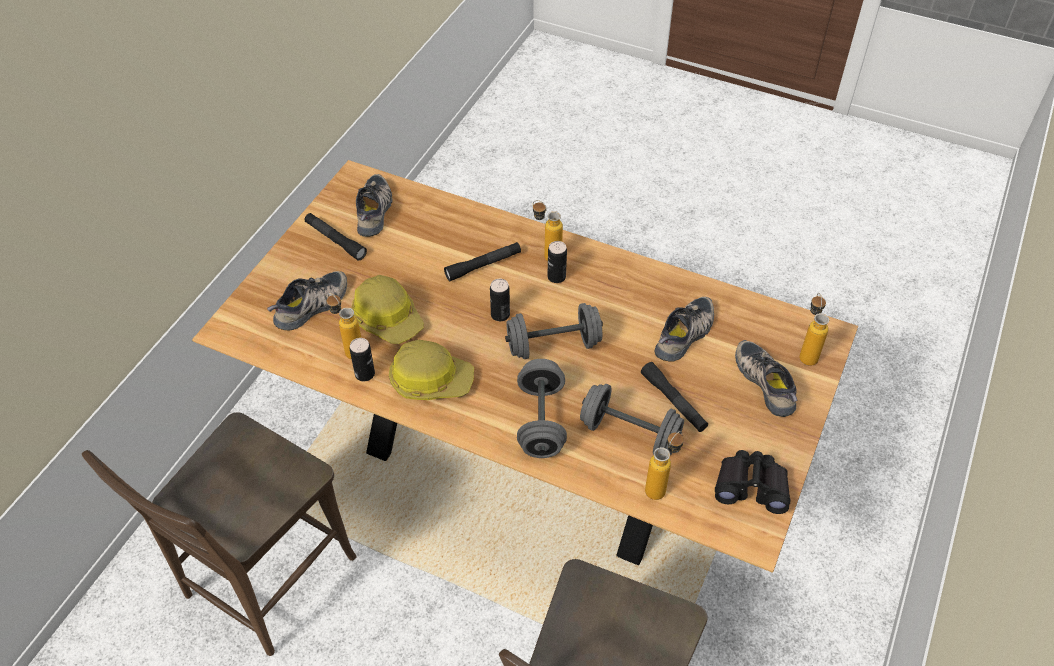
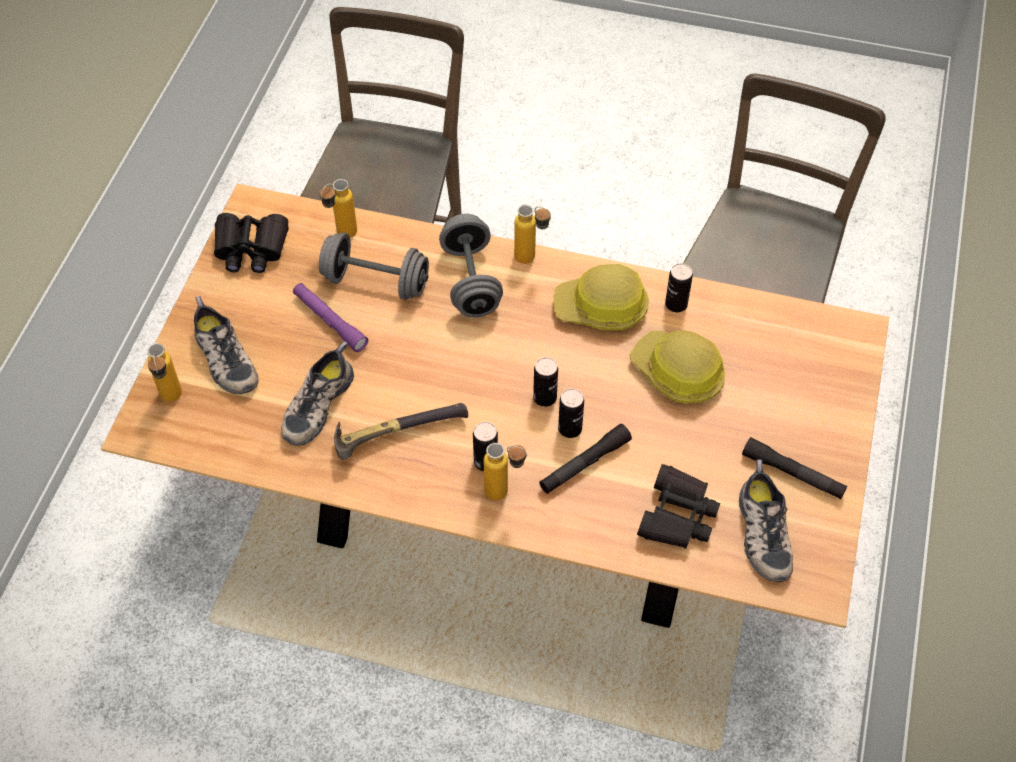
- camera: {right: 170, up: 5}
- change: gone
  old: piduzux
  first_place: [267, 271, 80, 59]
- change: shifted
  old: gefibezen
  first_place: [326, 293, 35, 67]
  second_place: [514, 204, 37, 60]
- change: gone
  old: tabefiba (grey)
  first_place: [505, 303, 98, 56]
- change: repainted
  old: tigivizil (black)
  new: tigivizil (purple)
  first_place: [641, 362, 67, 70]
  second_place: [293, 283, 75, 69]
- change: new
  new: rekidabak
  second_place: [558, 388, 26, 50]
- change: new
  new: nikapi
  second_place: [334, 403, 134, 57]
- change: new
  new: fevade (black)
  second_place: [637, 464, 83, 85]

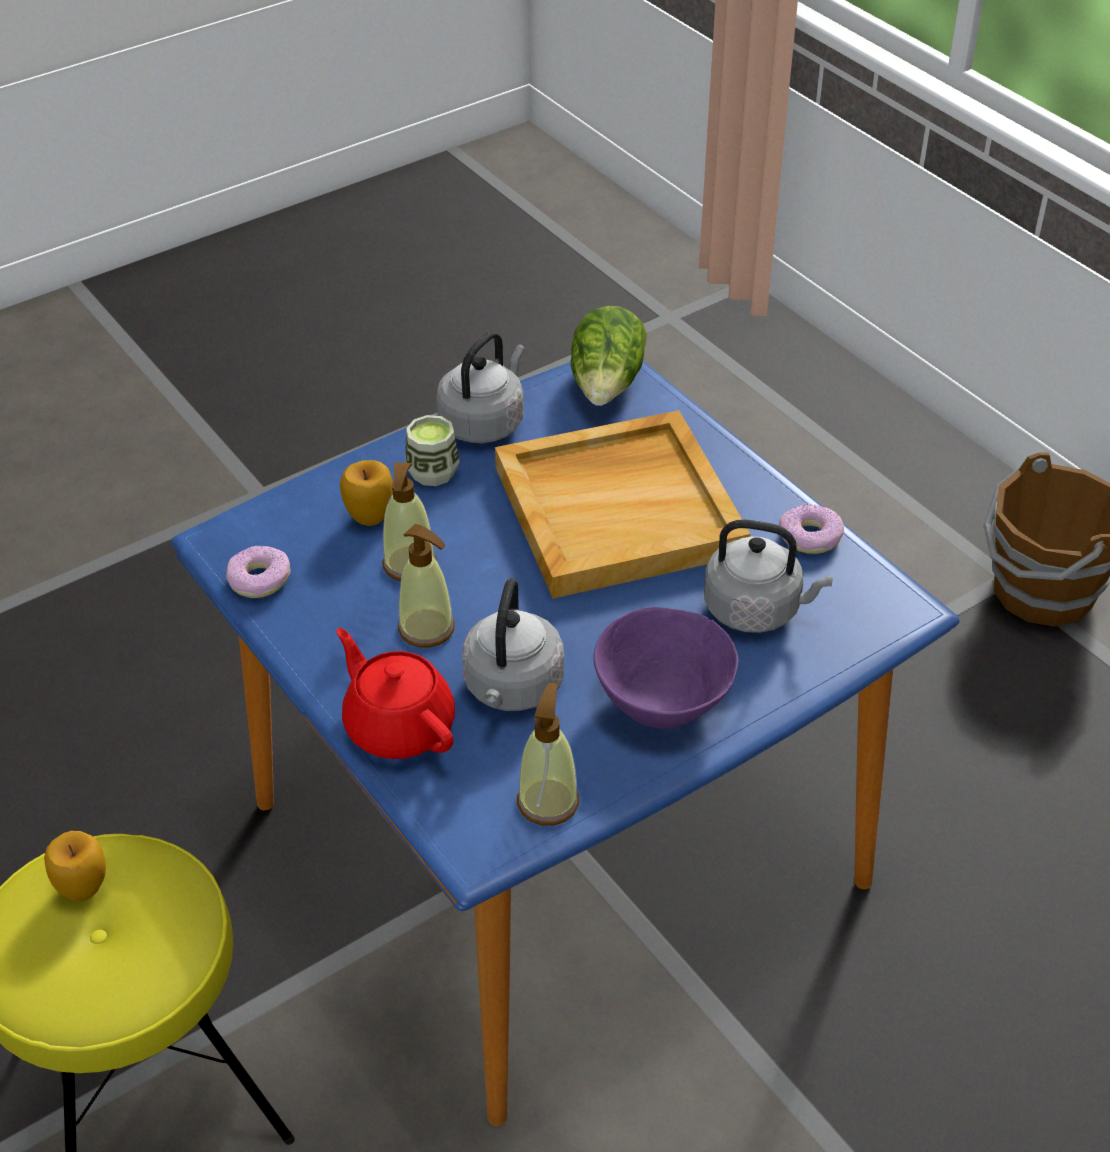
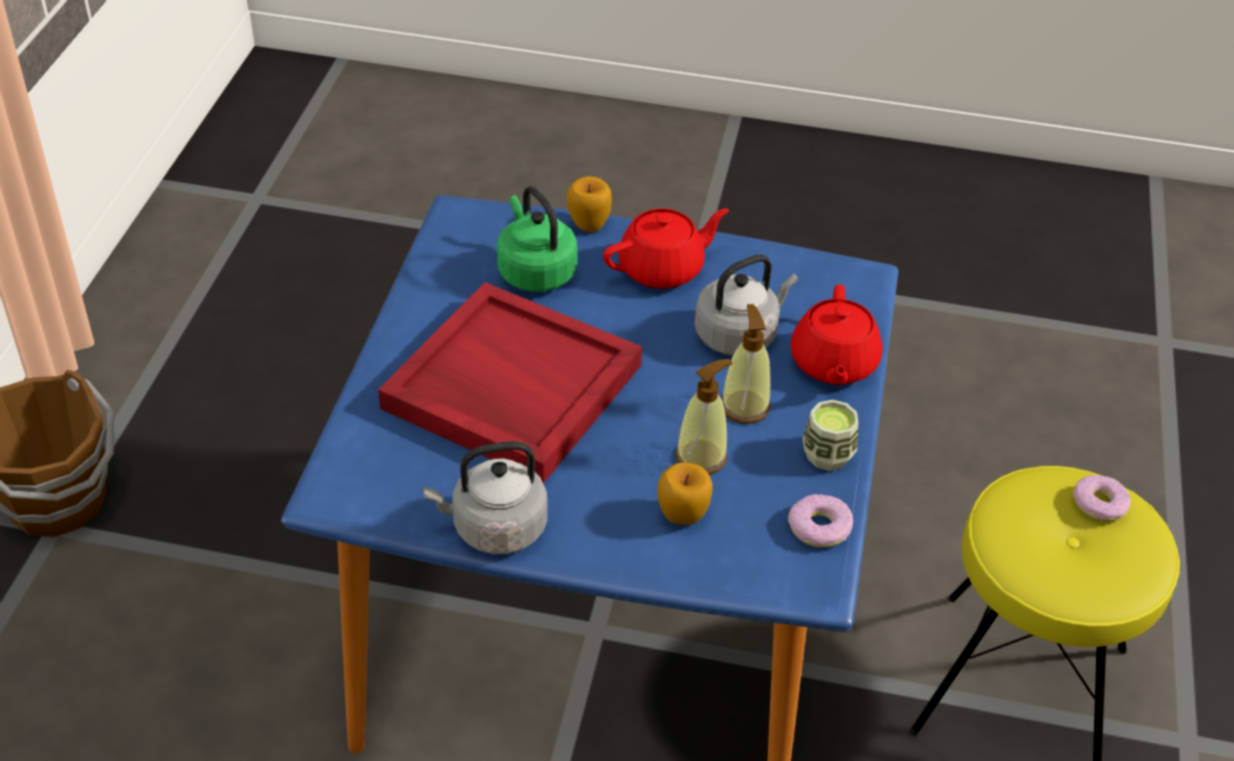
- camera: {right: -135, up: 0}
- change: gone
  old: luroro
  first_place: [571, 306, 76, 100]
- change: repainted
  old: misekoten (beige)
  new: misekoten (red)
  first_place: [495, 410, 256, 189]
  second_place: [378, 282, 264, 201]
- change: shifted
  old: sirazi
  first_place: [405, 415, 55, 71]
  second_place: [803, 400, 55, 71]
- change: shifted
  old: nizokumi
  first_place: [779, 504, 65, 50]
  second_place: [1073, 475, 58, 47]
- change: repainted
  old: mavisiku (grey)
  new: mavisiku (green)
  first_place: [704, 520, 129, 113]
  second_place: [497, 186, 80, 106]
- change: swapped
  old: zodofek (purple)
  new: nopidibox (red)
  first_place: [593, 607, 146, 122]
  second_place: [603, 209, 126, 80]
- change: gone
  old: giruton
  first_place: [517, 683, 62, 143]
- change: shifted
  old: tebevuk
  first_place: [44, 831, 62, 70]
  second_place: [567, 176, 45, 56]

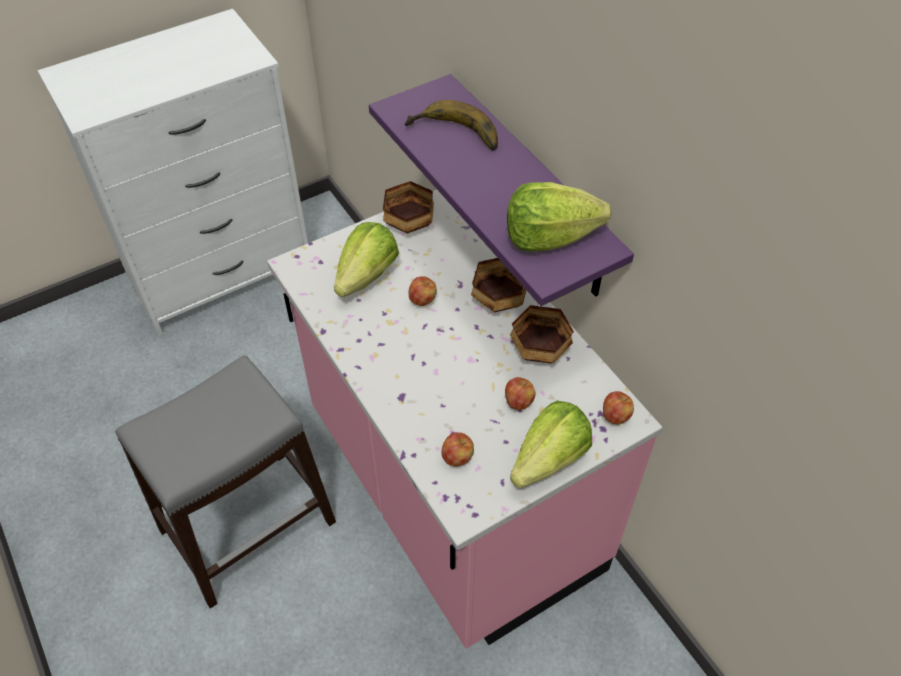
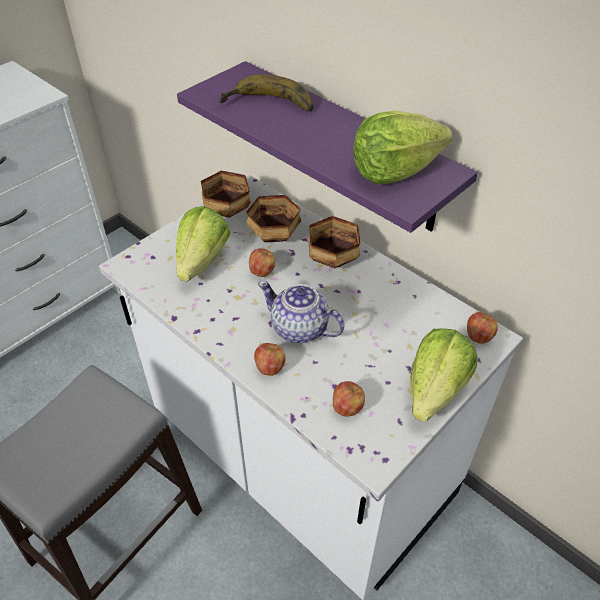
- camera: {right: -15, up: -5}
- change: repainted
  old: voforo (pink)
  new: voforo (white)
  first_place: [267, 189, 396, 460]
  second_place: [99, 175, 424, 425]
- change: shifted
  old: zodofek
  first_place: [510, 305, 64, 58]
  second_place: [246, 195, 55, 47]
- change: shifted
  old: tebevuk
  first_place: [505, 377, 30, 33]
  second_place: [254, 343, 32, 33]
- change: new
  new: nopidibox
  second_place: [258, 281, 86, 62]

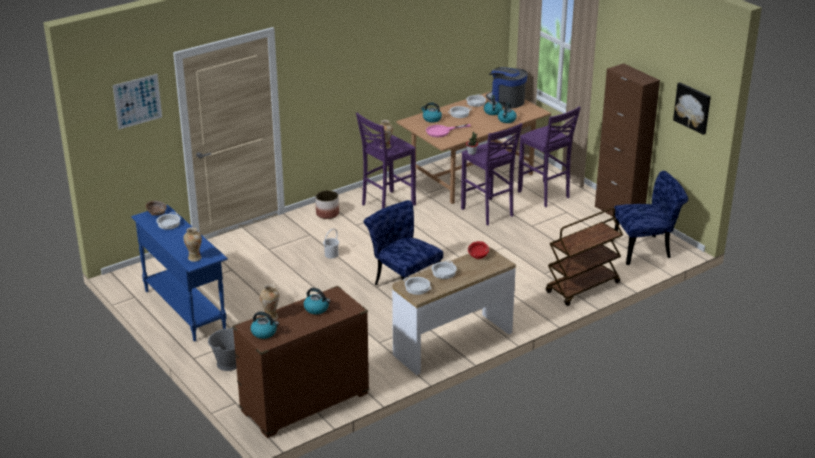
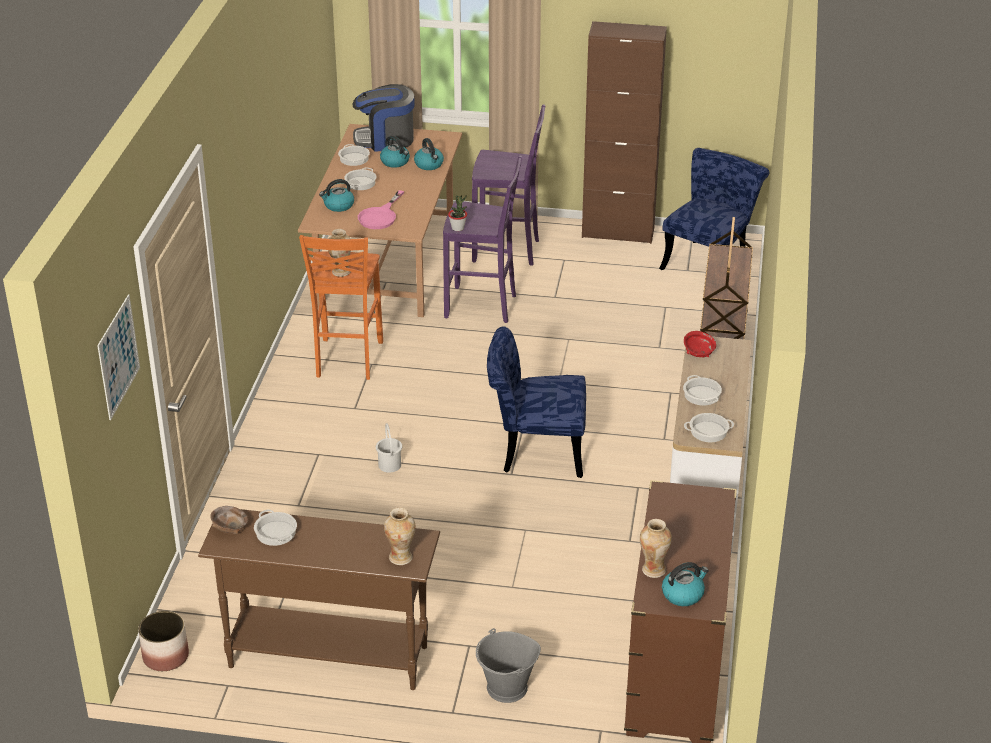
- camera: {right: -45, up: 5}
- change: gone
  old: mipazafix
  first_place: [673, 83, 38, 52]
- change: repainted
  old: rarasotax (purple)
  new: rarasotax (orange)
  first_place: [356, 112, 60, 97]
  second_place: [299, 235, 84, 145]
- change: shifted
  old: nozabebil
  first_place: [316, 190, 23, 29]
  second_place: [138, 611, 51, 60]
- change: repainted
  old: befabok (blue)
  new: befabok (brown)
  first_place: [131, 205, 97, 136]
  second_place: [198, 509, 242, 181]
- change: gone
  old: mavisiku
  first_place: [304, 288, 26, 26]

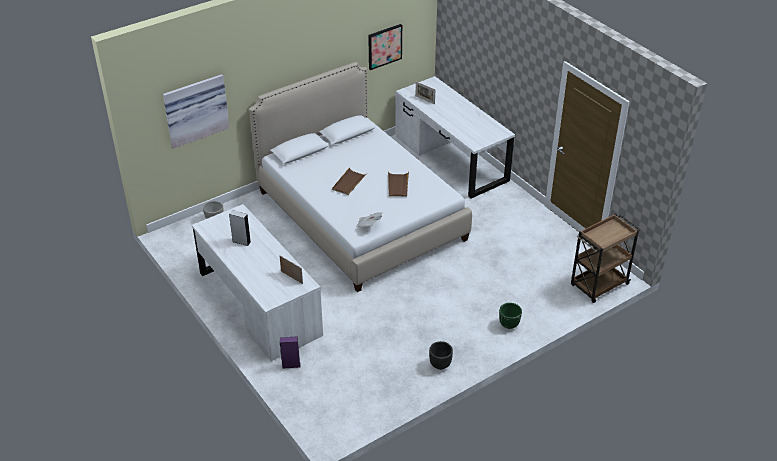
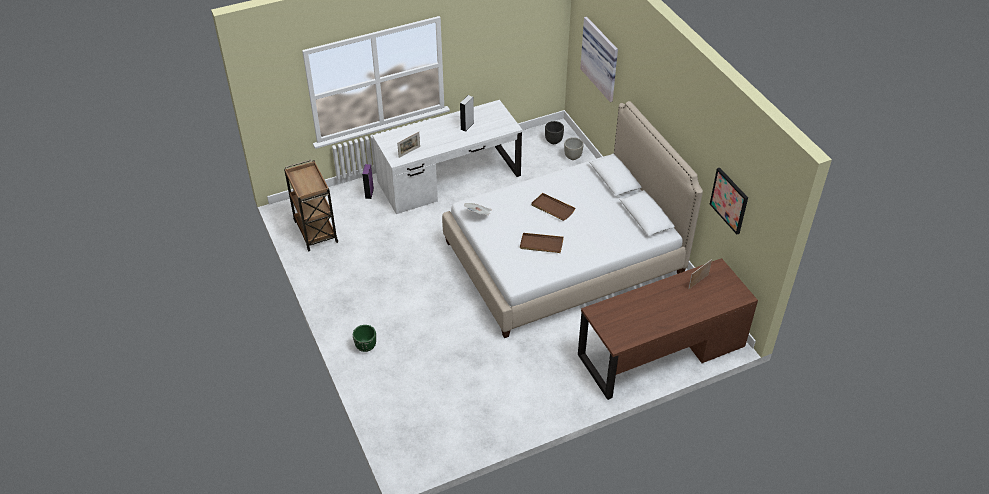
- camera: {right: 100, up: 5}
- change: repainted
  old: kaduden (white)
  new: kaduden (brown)
  first_place: [395, 76, 120, 123]
  second_place: [578, 258, 180, 142]
- change: shifted
  old: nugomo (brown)
  first_place: [571, 214, 69, 89]
  second_place: [284, 159, 54, 92]
- change: shifted
  old: nozabebil (black)
  first_place: [429, 341, 24, 29]
  second_place: [545, 121, 19, 23]

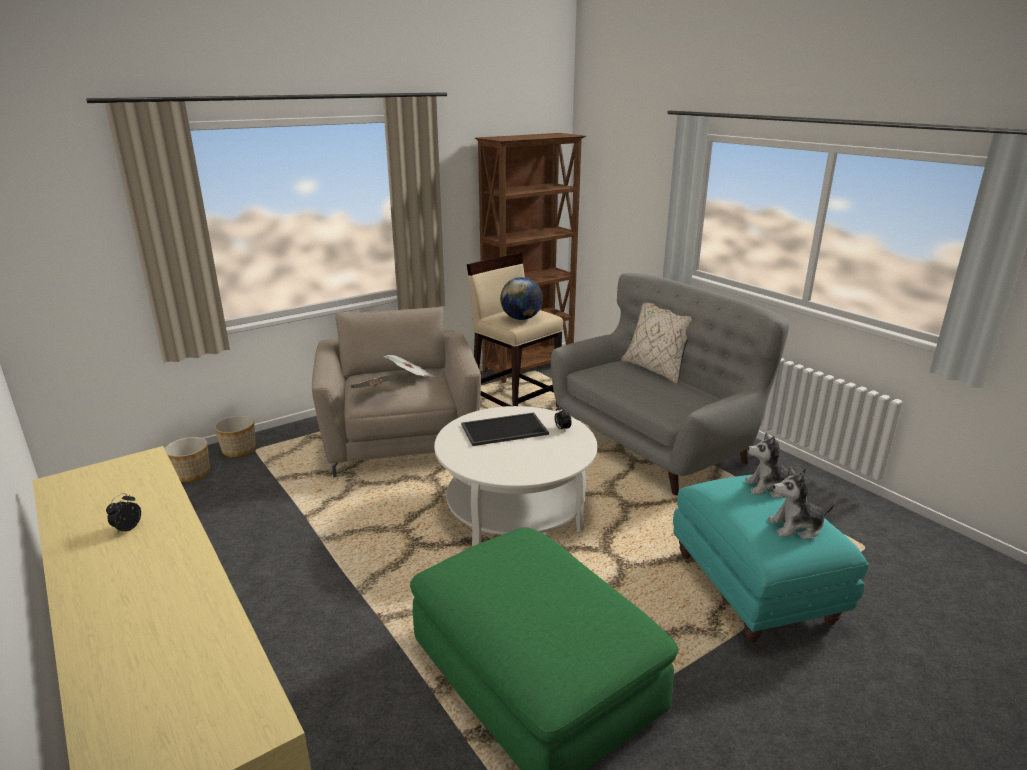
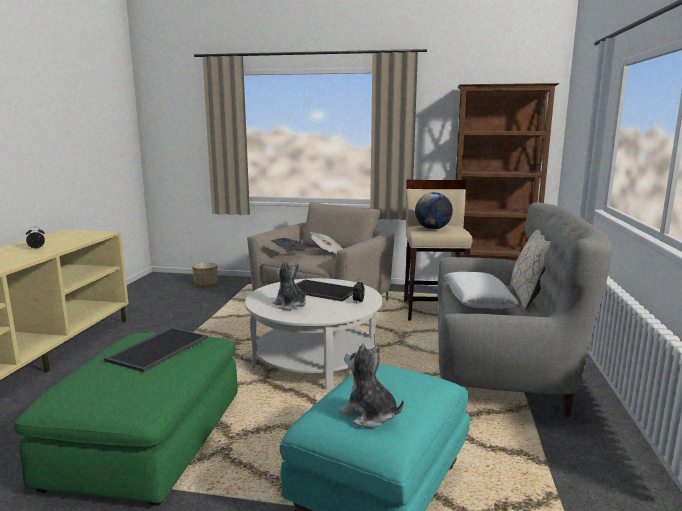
- camera: {right: 45, up: -10}
- change: gone
  old: nozabebil
  first_place: [214, 415, 42, 42]
- change: shifted
  old: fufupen
  first_place: [745, 432, 61, 66]
  second_place: [273, 260, 33, 50]
- change: new
  new: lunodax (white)
  second_place: [445, 272, 74, 37]
- change: new
  new: misekoten
  second_place: [104, 327, 104, 45]

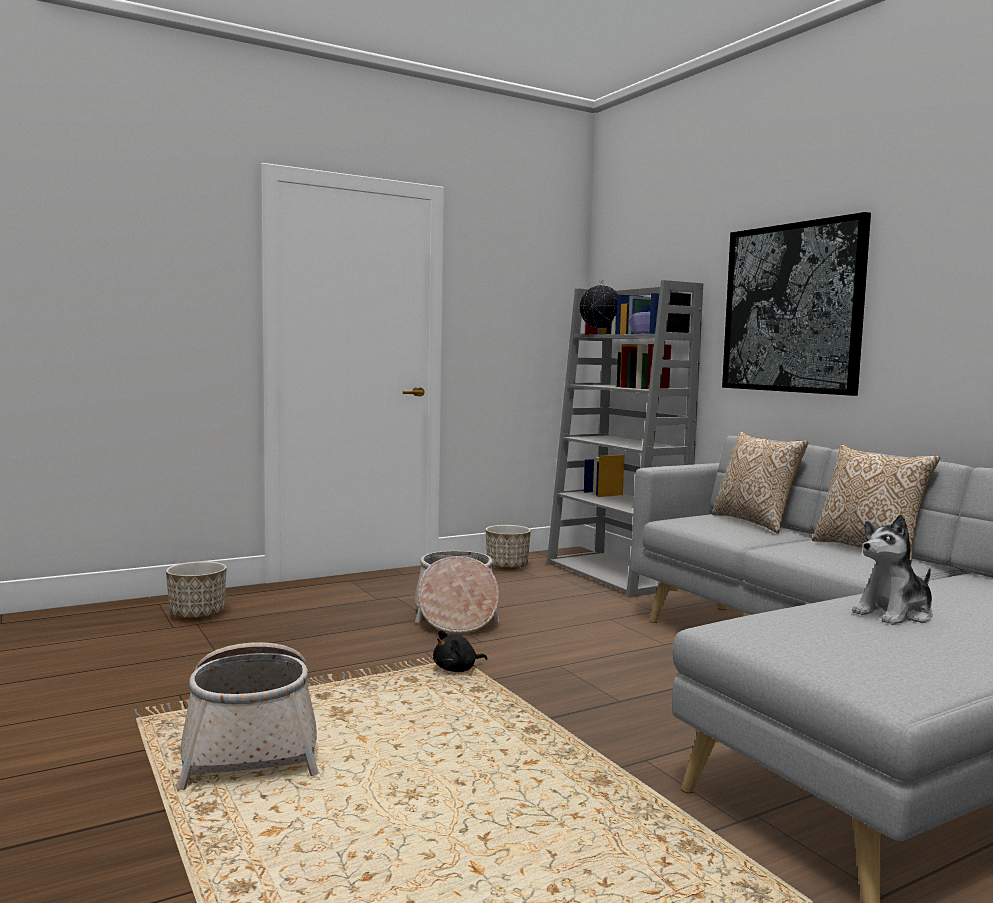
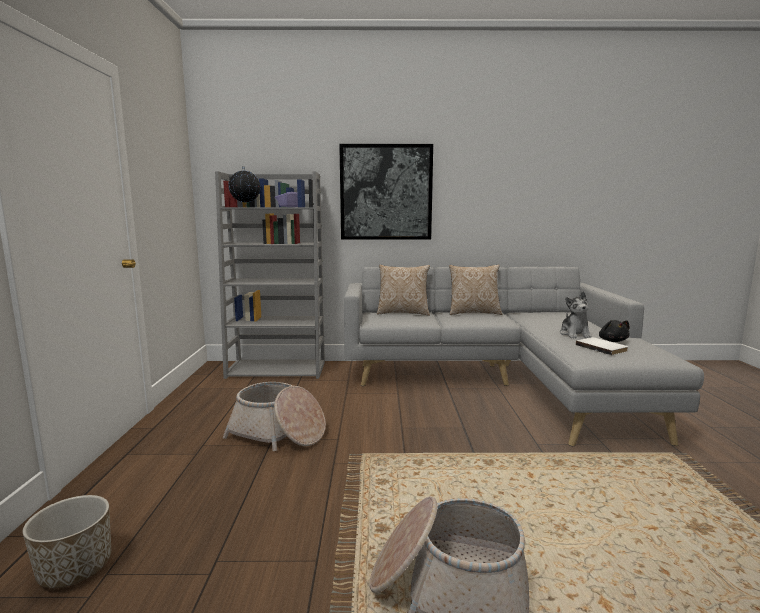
- camera: {right: -60, up: 5}
- change: gone
  old: nozabebil
  first_place: [486, 525, 45, 45]
- change: shifted
  old: fufupen (black)
  first_place: [433, 630, 54, 42]
  second_place: [599, 320, 31, 22]
- change: new
  new: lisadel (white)
  second_place: [576, 337, 52, 18]

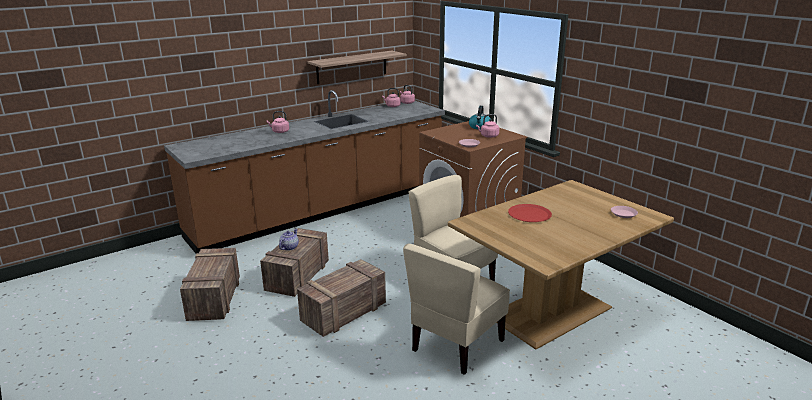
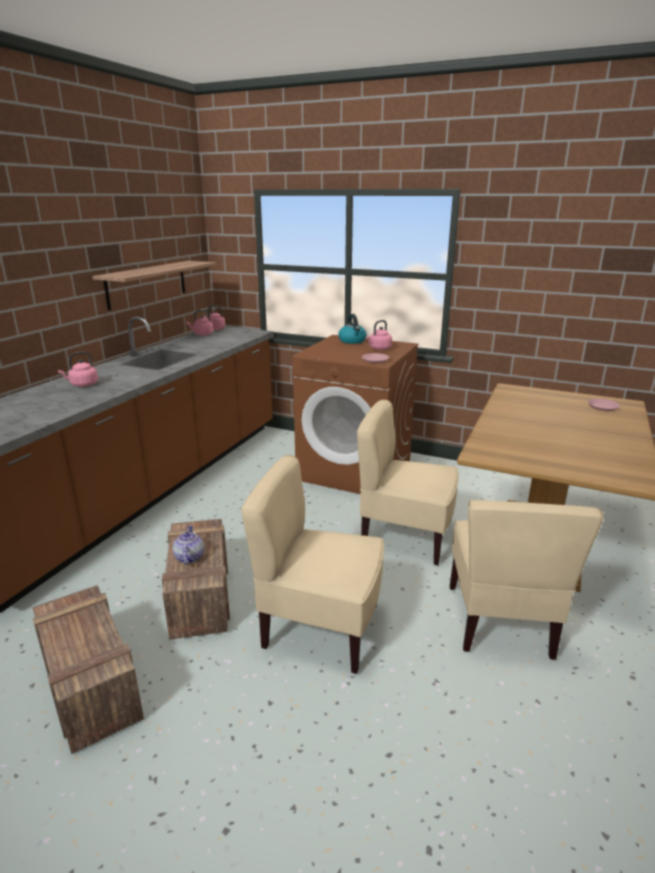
- camera: {right: -30, up: 0}
- change: gone
  old: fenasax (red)
  first_place: [508, 204, 44, 18]
- change: swapped
  old: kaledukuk
  new: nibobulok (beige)
  first_place: [297, 259, 89, 78]
  second_place: [241, 455, 143, 219]

